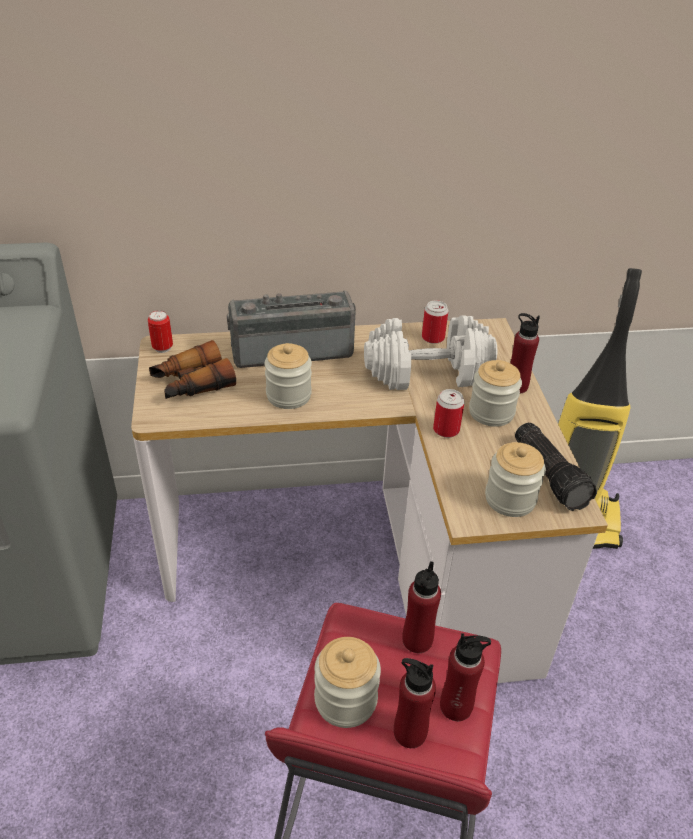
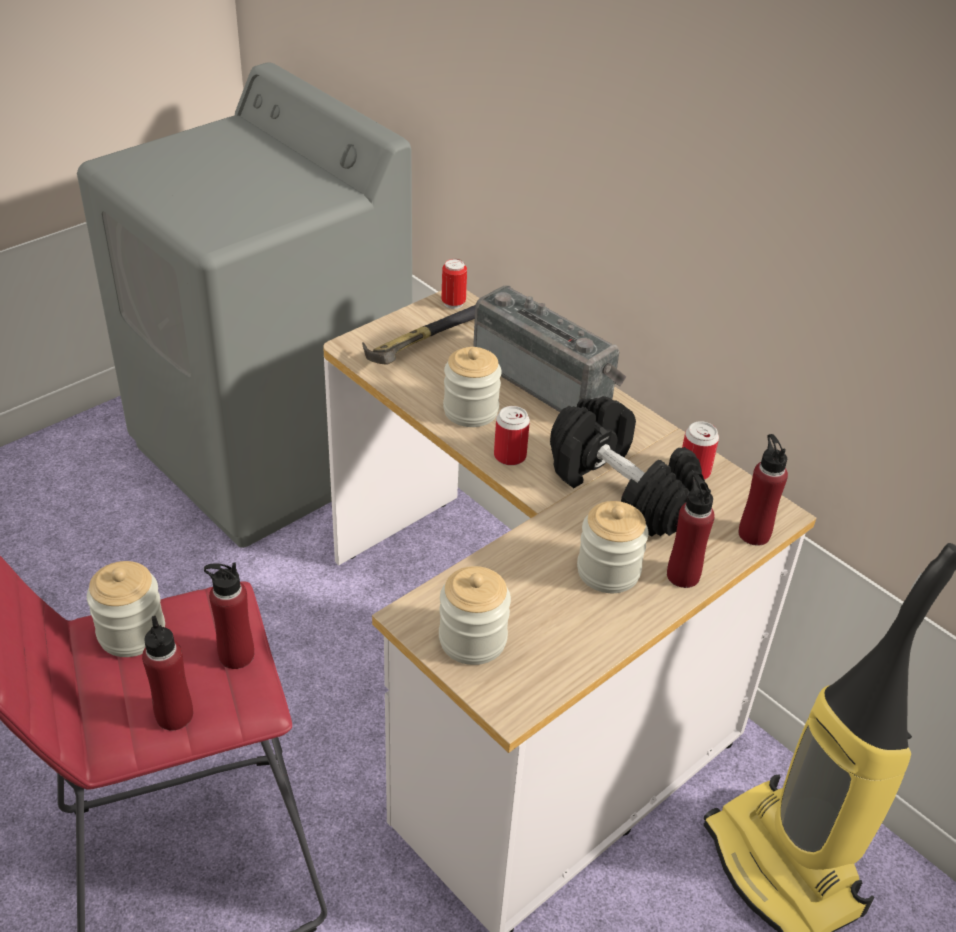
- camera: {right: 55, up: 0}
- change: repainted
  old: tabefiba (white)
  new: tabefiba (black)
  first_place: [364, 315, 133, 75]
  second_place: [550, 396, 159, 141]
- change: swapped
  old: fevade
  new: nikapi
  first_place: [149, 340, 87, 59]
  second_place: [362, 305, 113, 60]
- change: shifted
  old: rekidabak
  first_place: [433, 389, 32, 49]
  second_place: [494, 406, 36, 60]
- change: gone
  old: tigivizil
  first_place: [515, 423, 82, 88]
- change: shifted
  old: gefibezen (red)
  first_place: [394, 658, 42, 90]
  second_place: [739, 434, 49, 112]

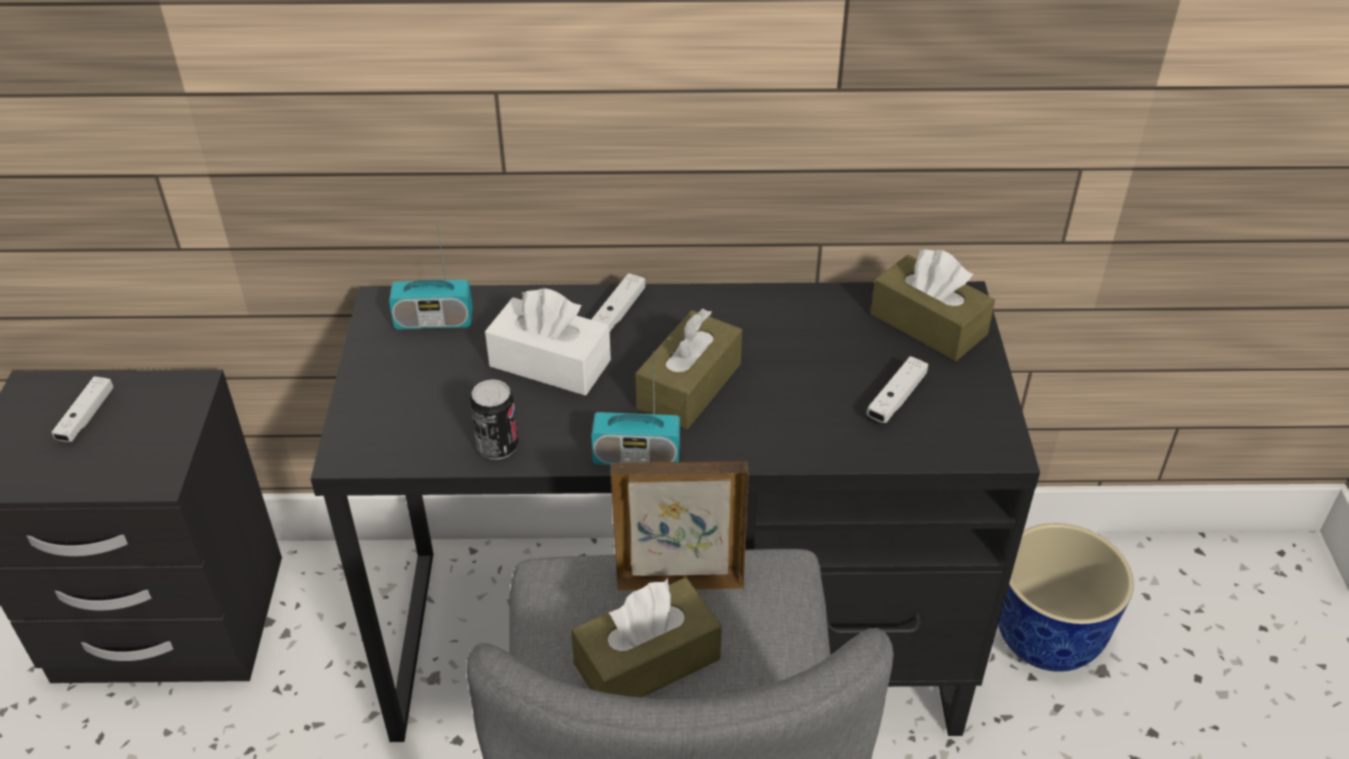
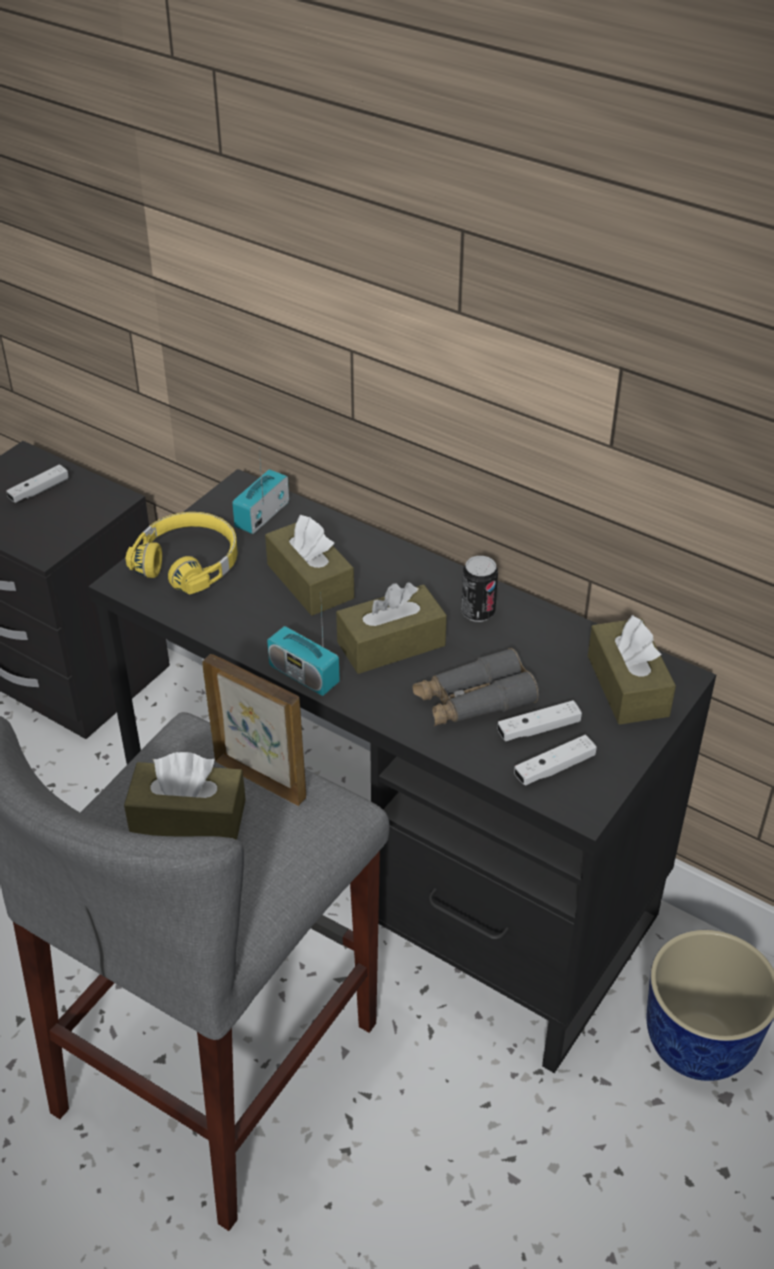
- camera: {right: 35, up: 0}
- change: rotated
  old: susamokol
  first_place: [389, 219, 84, 110]
  second_place: [232, 450, 57, 84]
  degrees: 90
- change: shifted
  old: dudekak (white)
  first_place: [591, 273, 54, 58]
  second_place: [514, 735, 83, 51]
- change: repainted
  old: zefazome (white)
  new: zefazome (brown)
  first_place: [485, 288, 126, 108]
  second_place: [265, 515, 89, 101]
- change: shifted
  old: rekidabak
  first_place: [470, 379, 49, 81]
  second_place: [461, 556, 37, 66]
- change: new
  new: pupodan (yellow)
  second_place: [125, 512, 113, 82]
- change: new
  new: fevade (grey)
  second_place: [413, 648, 126, 78]

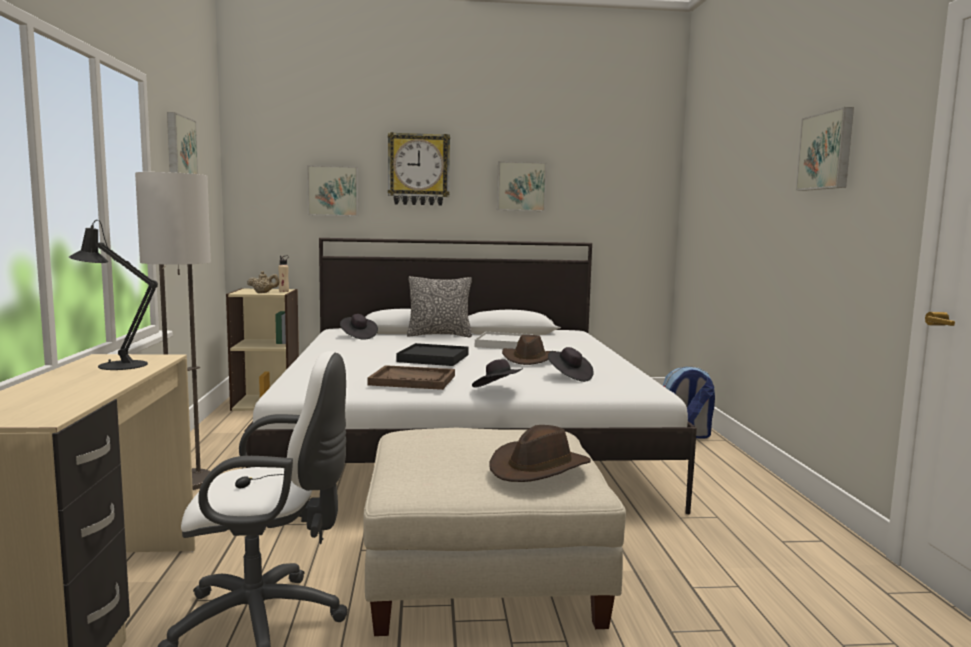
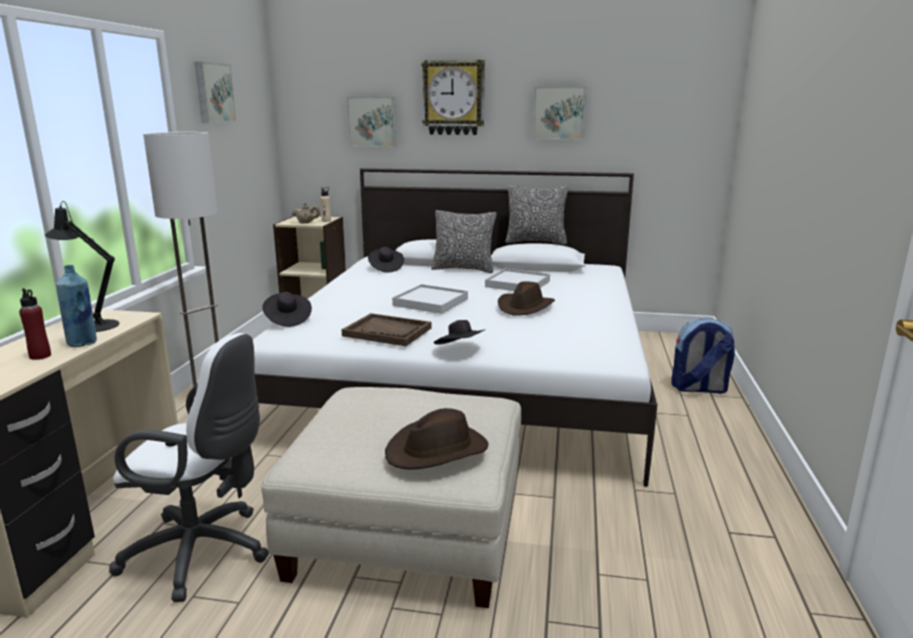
- camera: {right: 15, up: 10}
- change: gone
  old: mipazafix
  first_place: [796, 107, 58, 84]
- change: repainted
  old: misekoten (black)
  new: misekoten (white)
  first_place: [396, 343, 73, 23]
  second_place: [392, 284, 76, 30]
- change: shifted
  old: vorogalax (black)
  first_place: [548, 347, 46, 35]
  second_place: [262, 292, 50, 35]
- change: new
  new: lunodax
  second_place: [505, 185, 63, 60]
- change: new
  new: gefibezen (blue)
  second_place: [56, 265, 41, 82]
- change: new
  new: gefibezen (red)
  second_place: [19, 288, 32, 72]

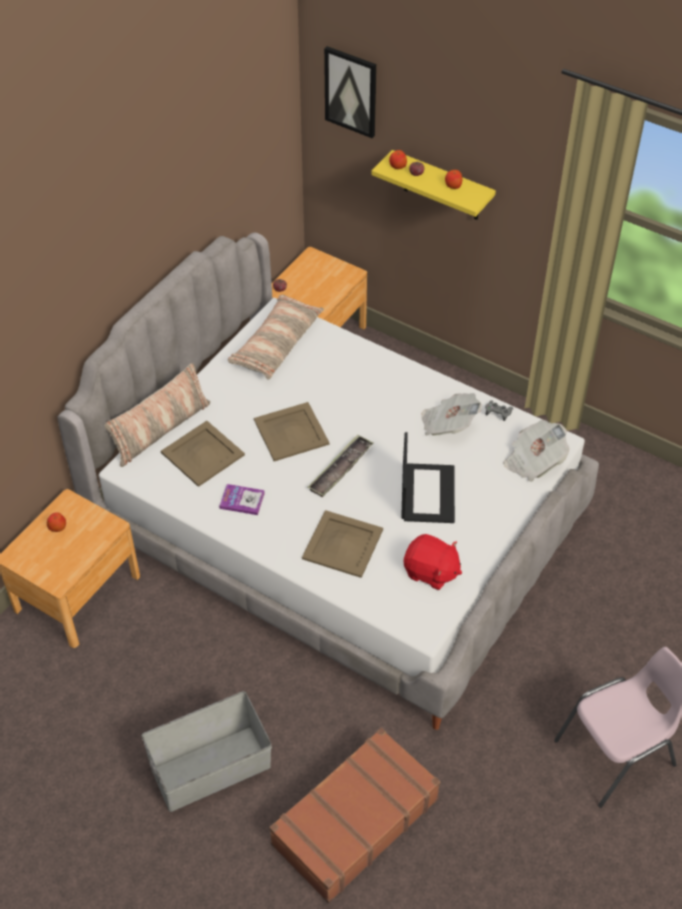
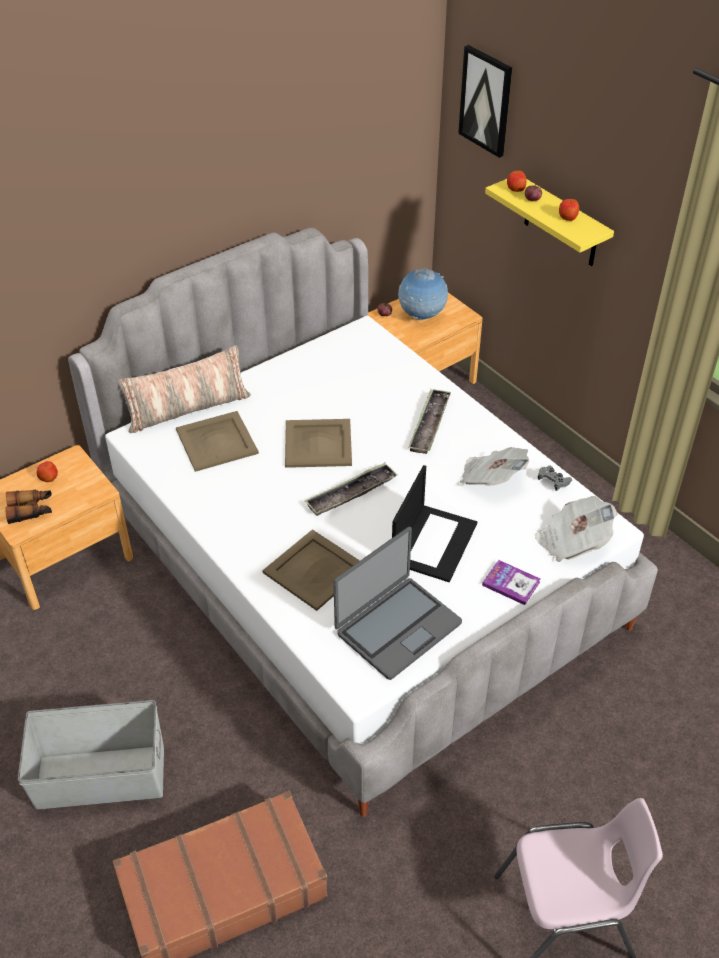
- camera: {right: 20, up: -5}
- change: gone
  old: lunodax
  first_place: [228, 295, 96, 84]
- change: shifted
  old: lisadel
  first_place: [219, 484, 46, 31]
  second_place: [482, 560, 59, 45]
- change: swapped
  old: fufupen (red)
  new: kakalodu
  first_place: [404, 534, 58, 56]
  second_place: [333, 527, 129, 153]
- change: new
  new: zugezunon
  second_place: [398, 268, 50, 52]
- change: new
  new: misekoten
  second_place: [408, 389, 43, 65]
- change: new
  new: fevade
  second_place: [5, 490, 47, 34]

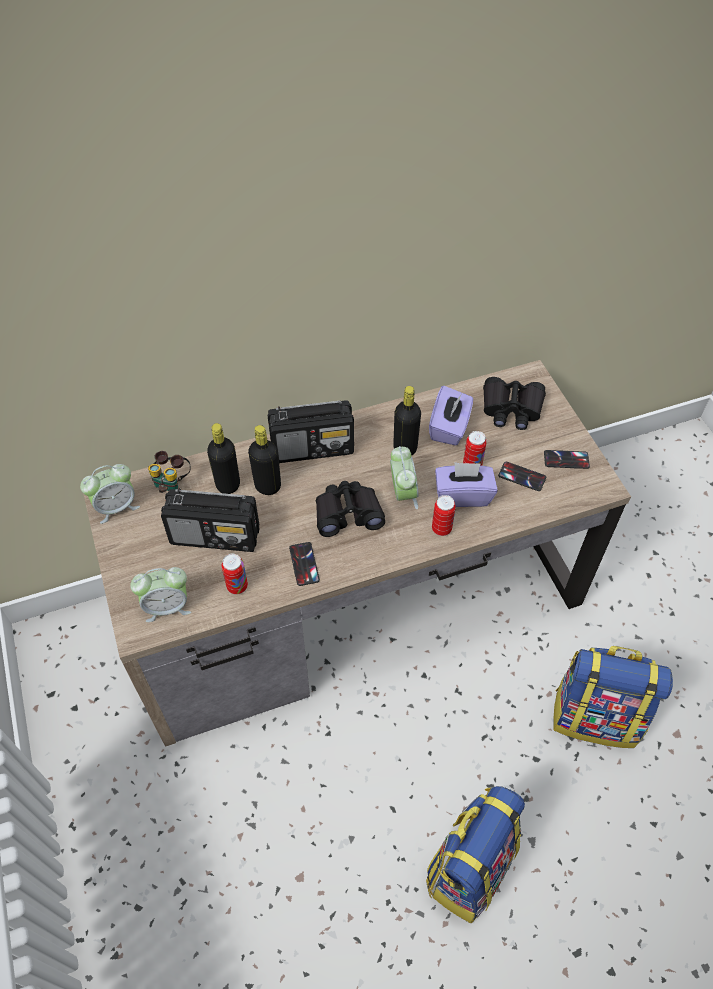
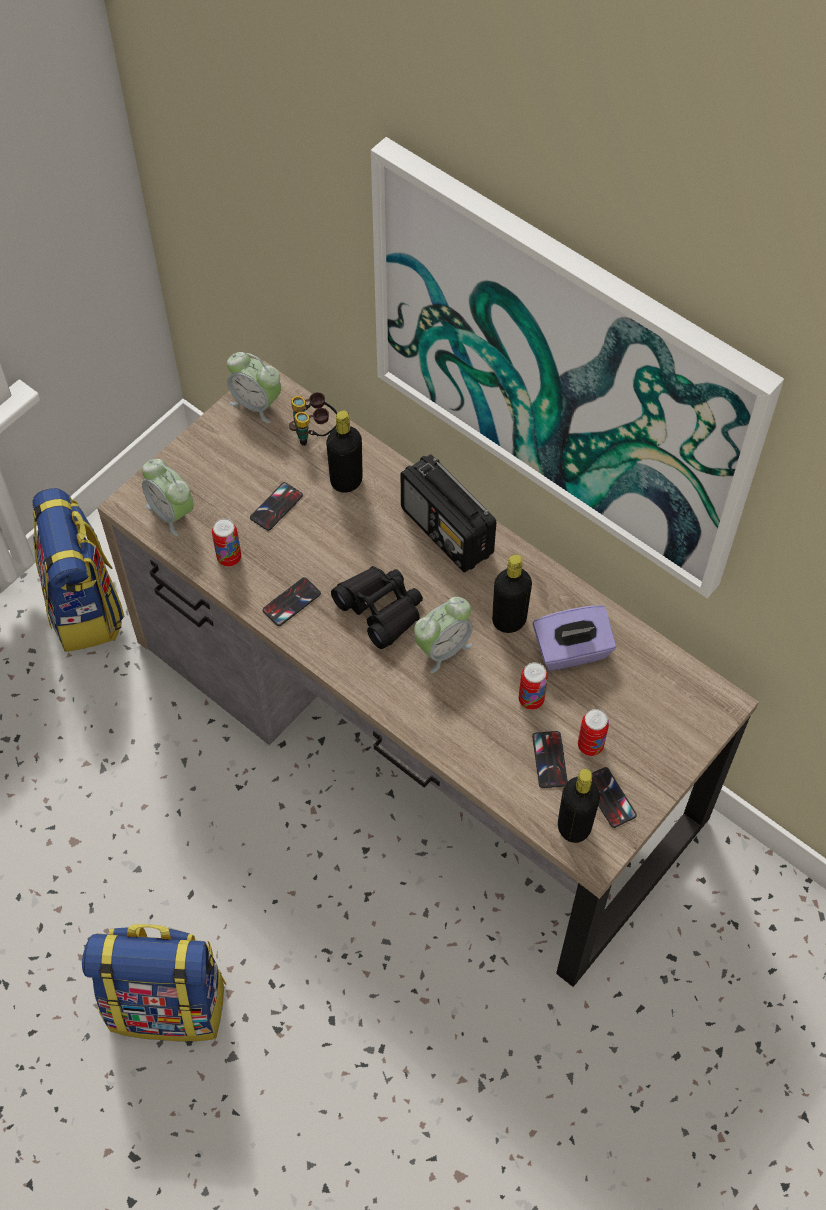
- camera: {right: 60, up: 5}
- change: gone
  old: fevade (black)
  first_place: [483, 377, 63, 53]
- change: shifted
  old: gefibezen (black)
  first_place: [248, 425, 33, 70]
  second_place: [558, 769, 42, 74]
- change: gone
  old: zefazome (purple)
  first_place: [435, 462, 63, 45]
- change: swapped
  old: susamokol
  new: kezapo
  first_place: [161, 488, 98, 64]
  second_place: [250, 482, 53, 49]
- change: shifted
  old: rekidabak
  first_place: [432, 495, 24, 41]
  second_place: [578, 709, 31, 47]
- change: shifted
  old: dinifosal
  first_place: [553, 646, 120, 102]
  second_place: [32, 488, 93, 164]
- change: new
  new: mipazafix
  second_place: [371, 137, 413, 461]

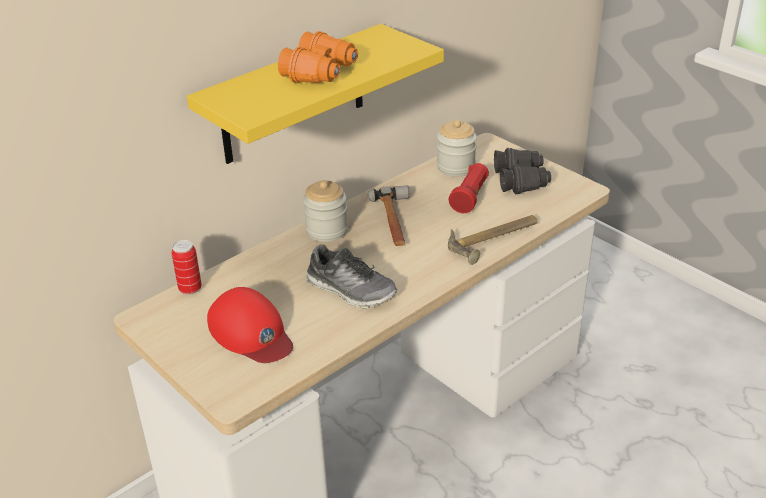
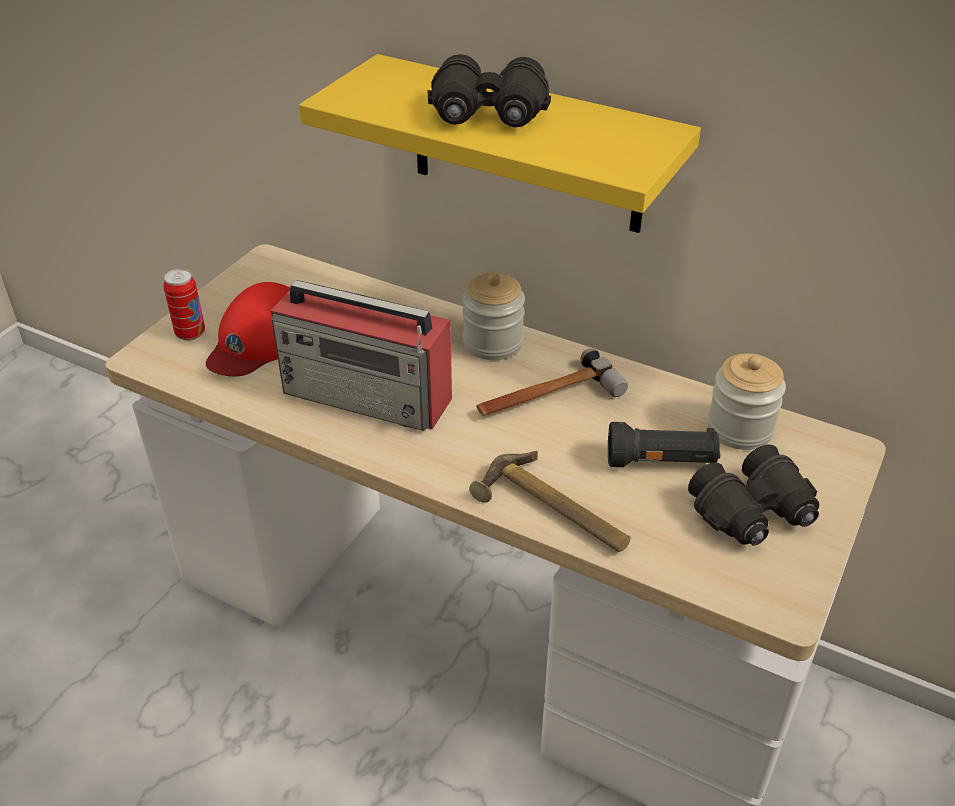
- camera: {right: 70, up: 5}
- change: repainted
  old: fevade (orange)
  new: fevade (black)
  first_place: [278, 31, 80, 52]
  second_place: [428, 54, 123, 73]
- change: repainted
  old: tigivizil (red)
  new: tigivizil (black)
  first_place: [449, 163, 40, 50]
  second_place: [608, 422, 112, 45]
- change: shifted
  old: rekidabak
  first_place: [172, 240, 30, 55]
  second_place: [163, 269, 42, 72]
- change: swapped
  old: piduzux
  new: susamokol
  first_place: [306, 244, 91, 64]
  second_place: [271, 280, 181, 151]

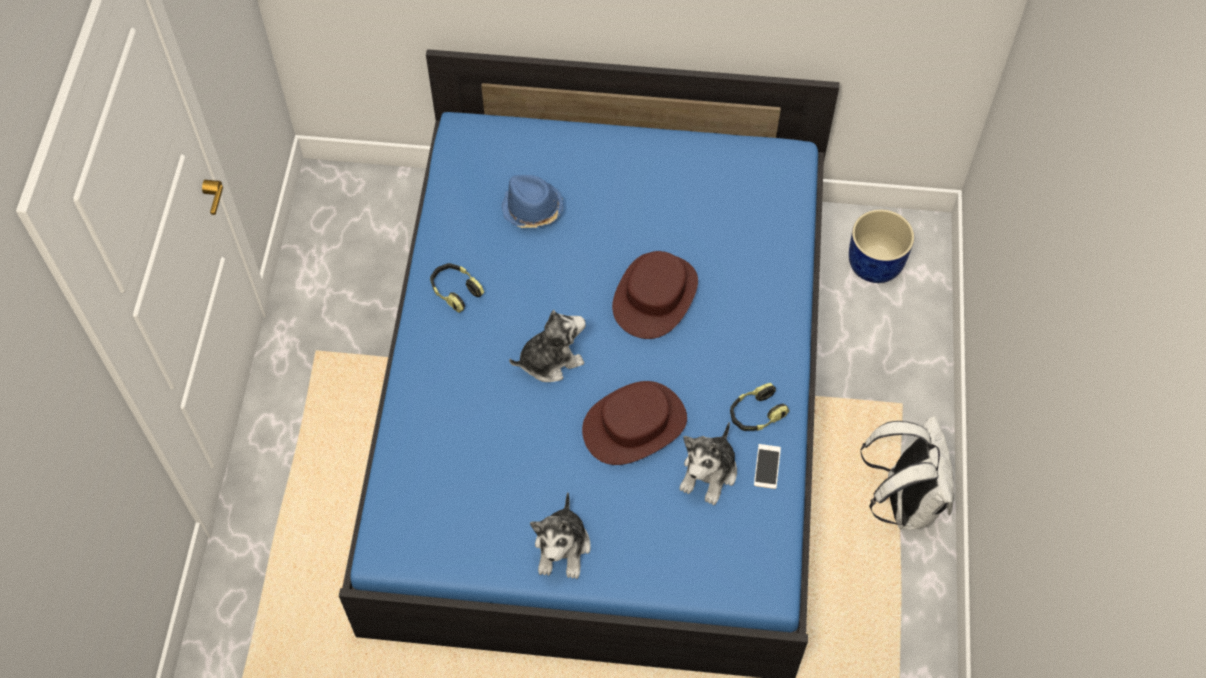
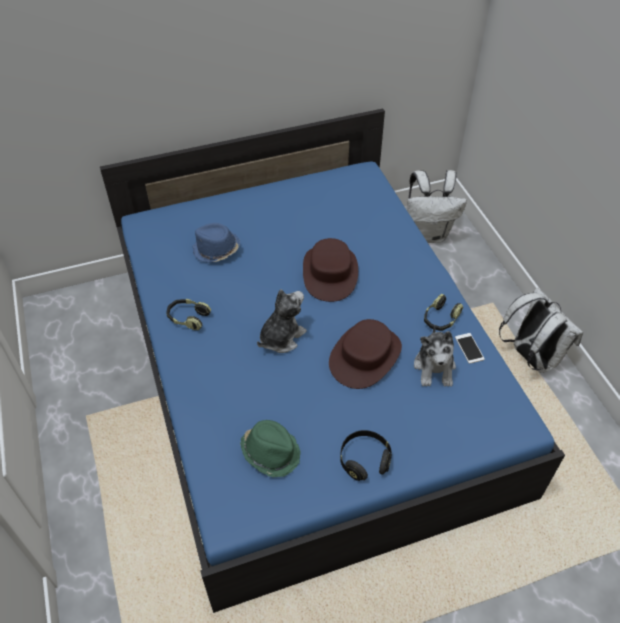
- camera: {right: -25, up: -10}
- change: swapped
  old: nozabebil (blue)
  new: dinifosal (white)
  first_place: [849, 209, 65, 74]
  second_place: [407, 170, 60, 73]
- change: swapped
  old: fufupen
  new: pupodan (black)
  first_place: [530, 492, 61, 87]
  second_place: [340, 430, 52, 51]
- change: new
  new: vorogalax (green)
  second_place: [240, 420, 61, 58]

